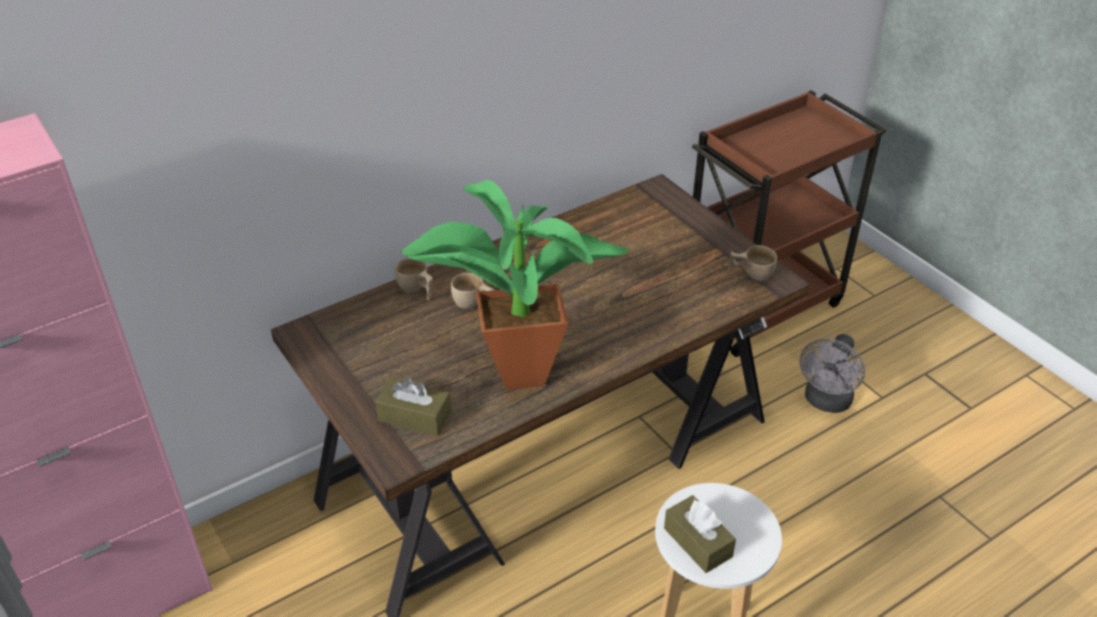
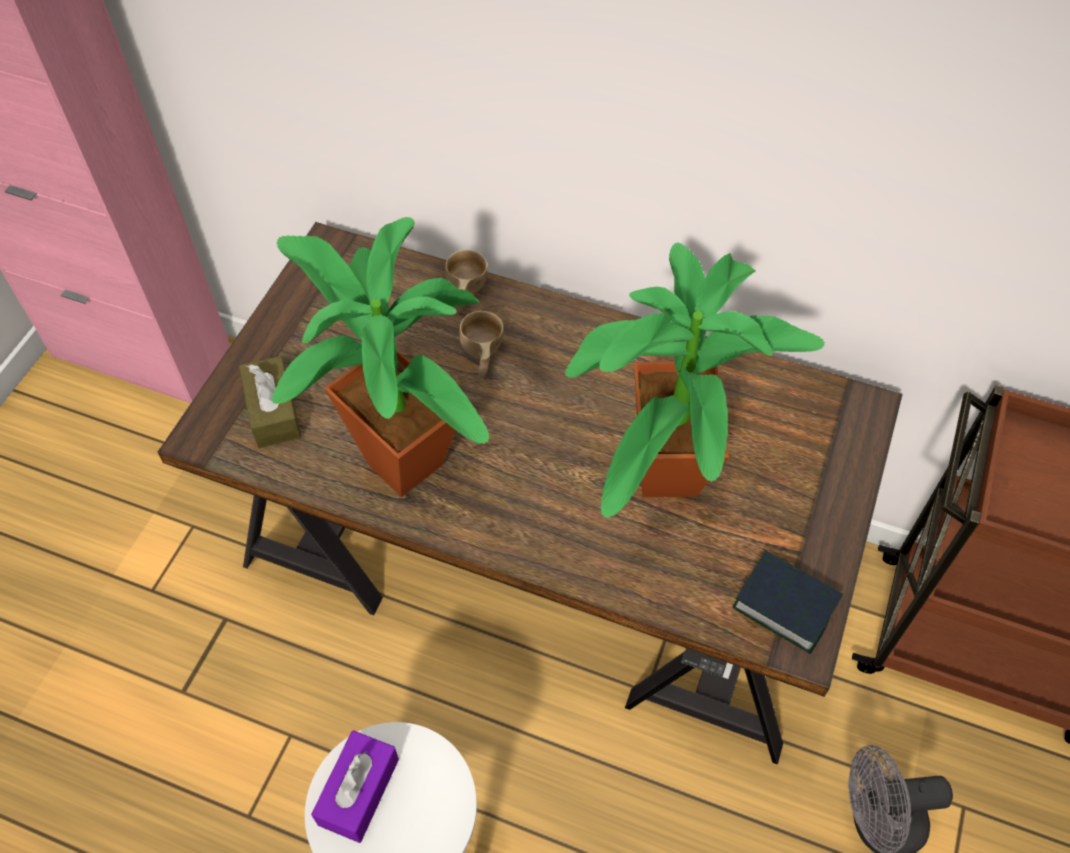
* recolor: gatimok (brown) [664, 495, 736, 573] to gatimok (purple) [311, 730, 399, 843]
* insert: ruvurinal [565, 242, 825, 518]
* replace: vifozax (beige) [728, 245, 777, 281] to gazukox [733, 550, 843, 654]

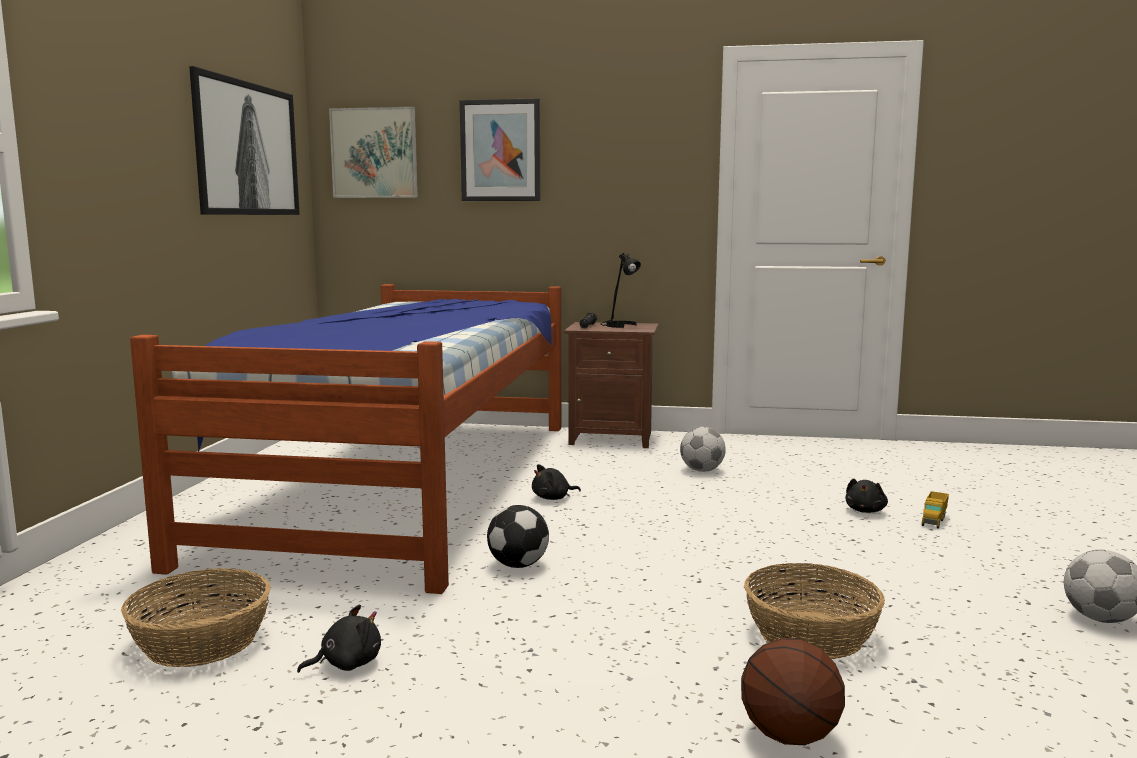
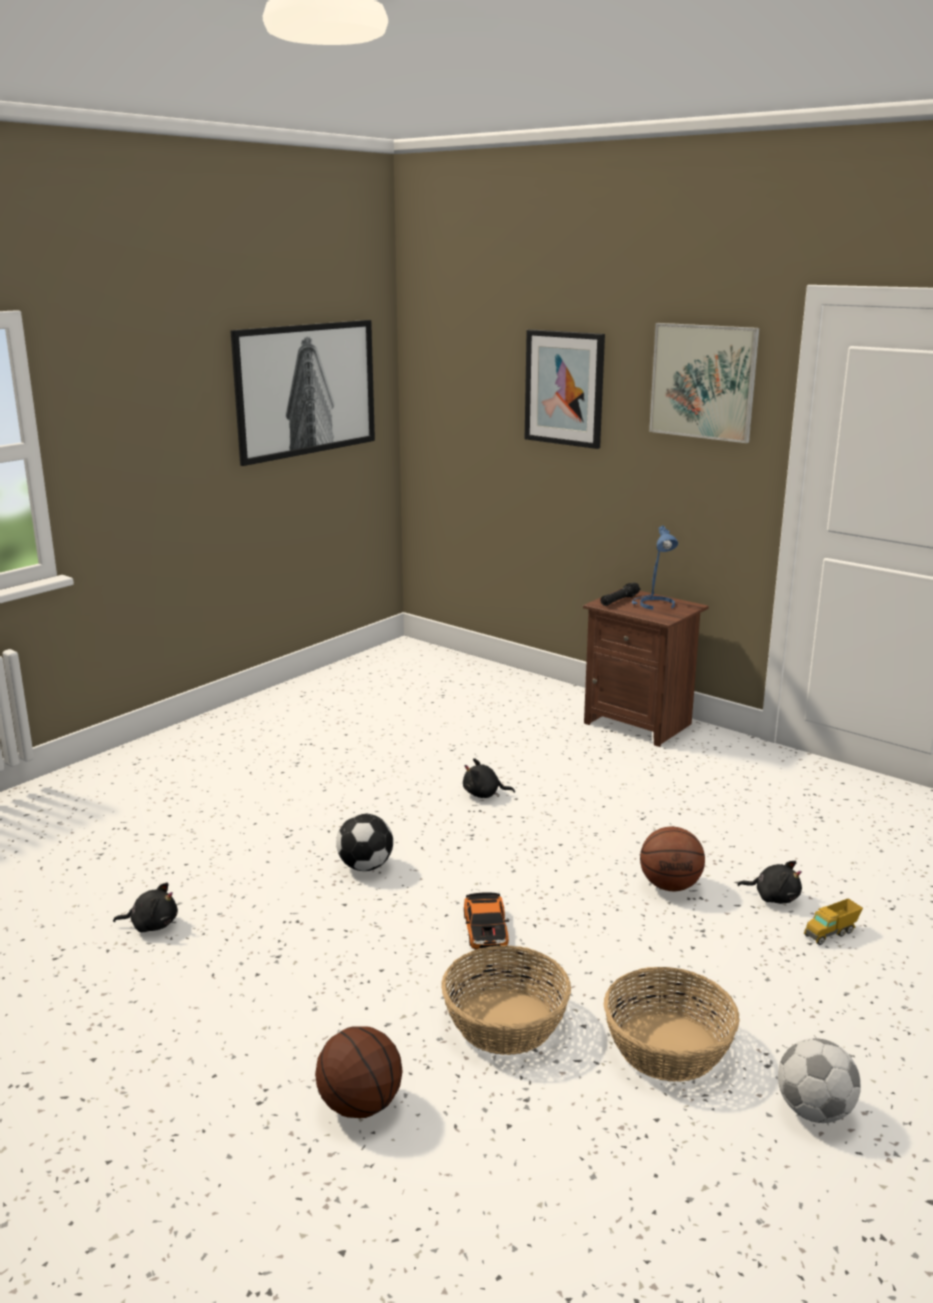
* insert: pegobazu [464, 892, 509, 952]
* move: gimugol [121, 568, 271, 667] to [603, 967, 740, 1082]
* recolor: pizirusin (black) [600, 253, 641, 328] to pizirusin (blue) [631, 525, 678, 610]
* insert: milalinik [640, 827, 705, 891]
* move: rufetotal [329, 107, 418, 198] to [649, 323, 759, 443]
* rotate: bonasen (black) [845, 478, 888, 513] = [737, 861, 802, 904] 120 degrees counterclockwise
* delete: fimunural [130, 284, 561, 594]
* delete: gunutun [680, 427, 726, 472]

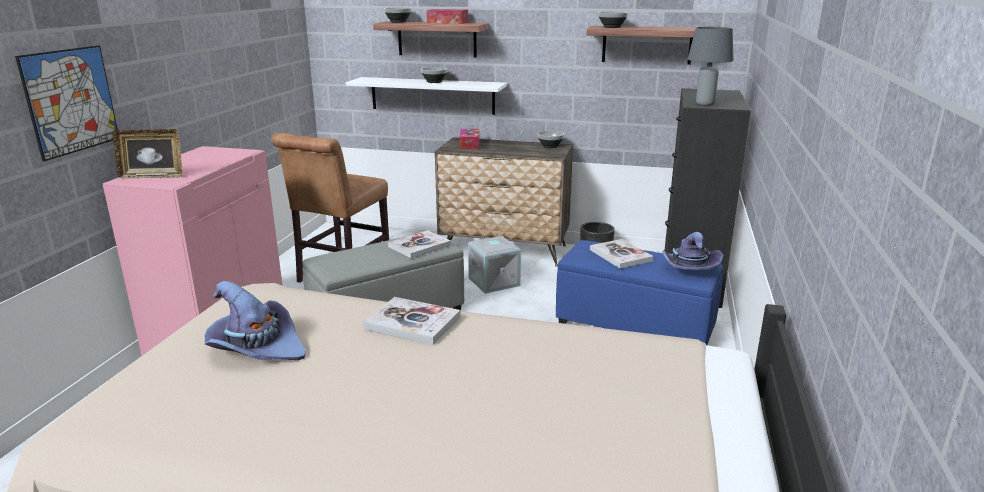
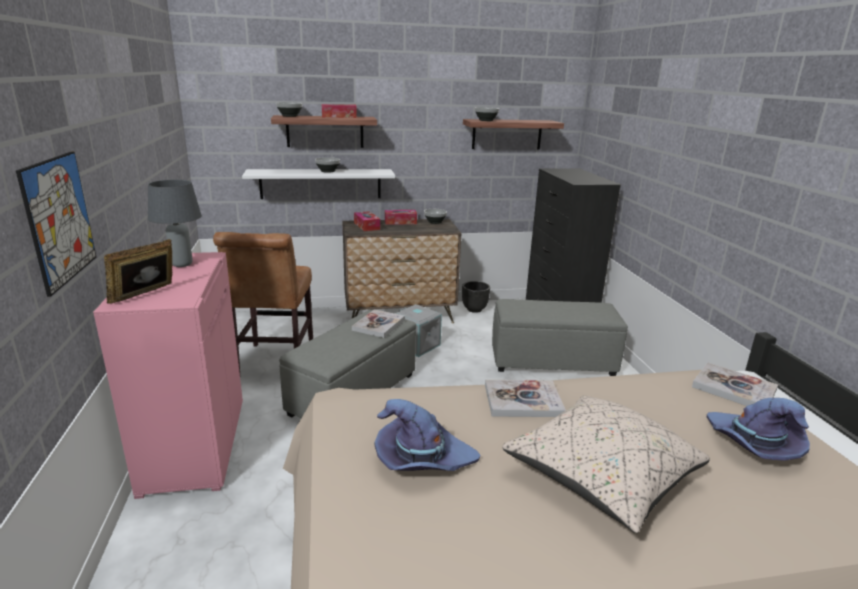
* rotate: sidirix [113, 129, 183, 179] = [104, 239, 172, 304] 150 degrees clockwise
* move: pizirusin (grey) [688, 27, 733, 106] to [148, 179, 202, 267]
* insert: gatimok [385, 210, 417, 224]
* recolor: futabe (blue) [556, 240, 723, 345] to futabe (grey) [492, 299, 628, 376]
* insert: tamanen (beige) [502, 395, 710, 533]
* move: gazukox [590, 239, 653, 268] to [692, 362, 778, 406]
* move: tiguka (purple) [663, 232, 724, 270] to [707, 398, 810, 461]

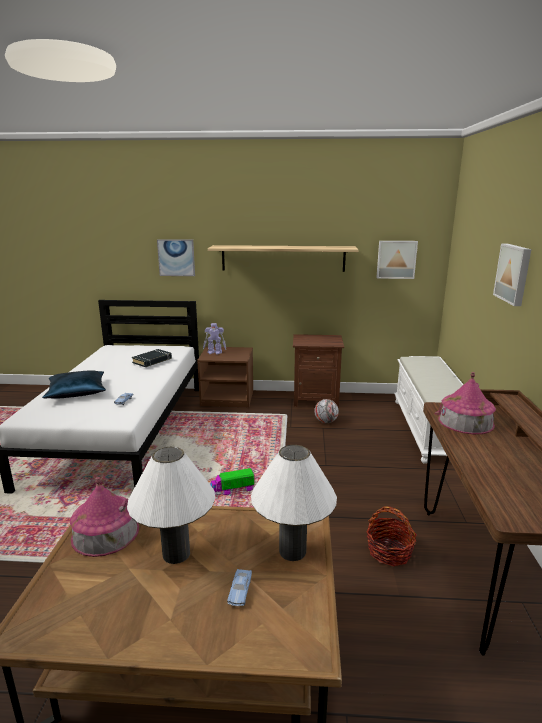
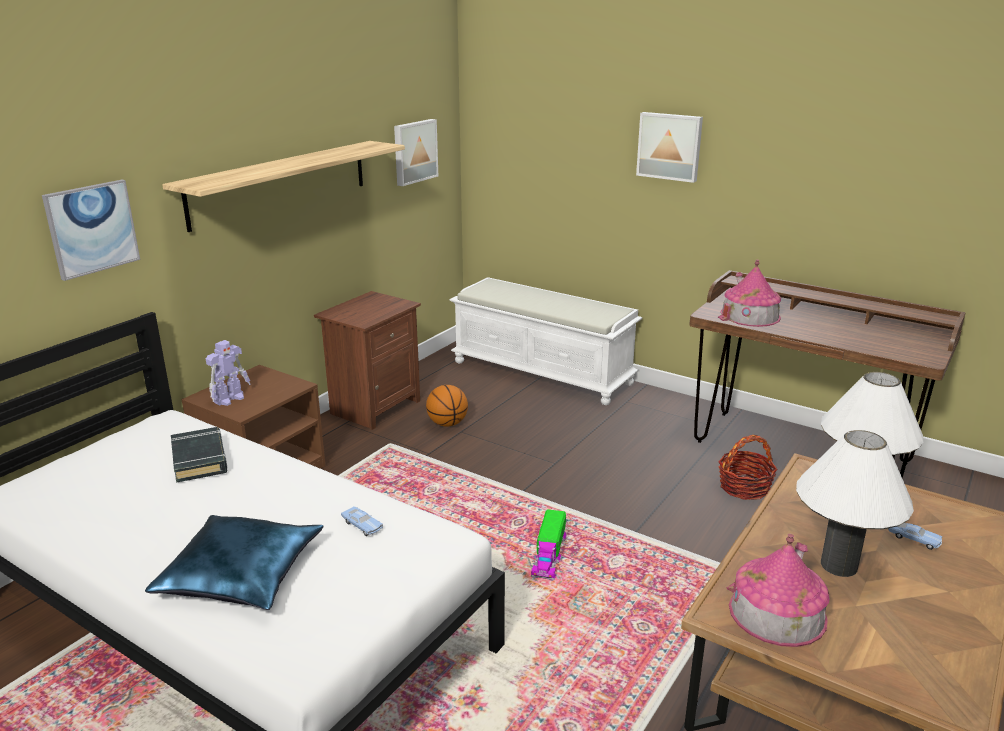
* replace: gunutun [314, 399, 339, 423] to milalinik [426, 385, 468, 427]

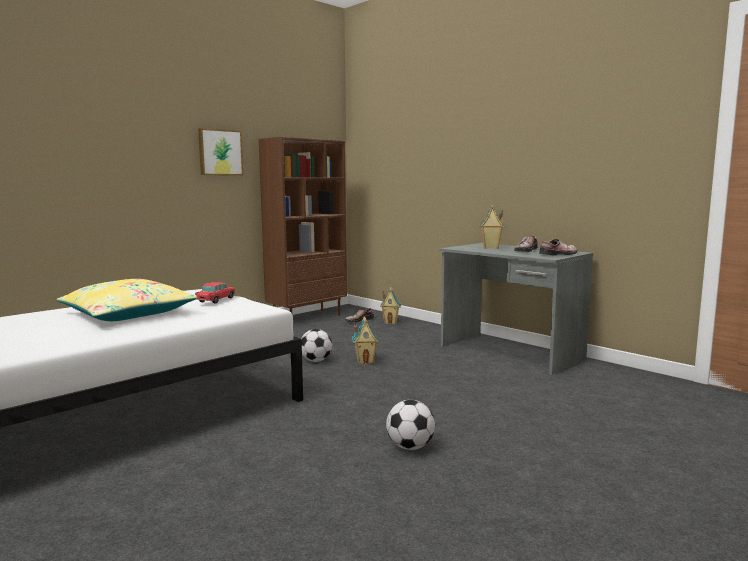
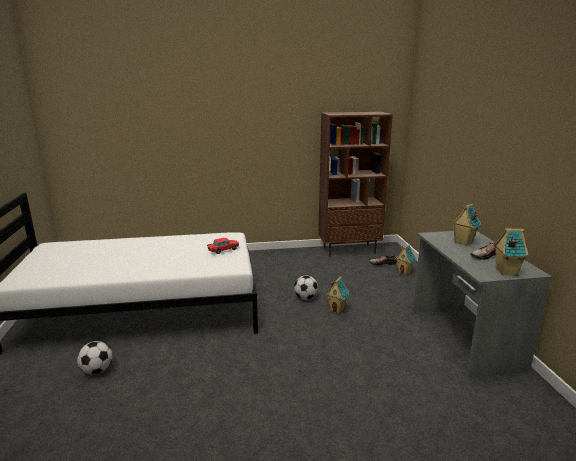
* move: gunutun [386, 400, 435, 450] to [77, 341, 112, 375]
* replace: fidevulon [539, 239, 578, 255] to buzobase [494, 228, 528, 276]
* delete: tamanen (yellow) [57, 279, 197, 321]
* delete: rufetotal [198, 128, 243, 175]

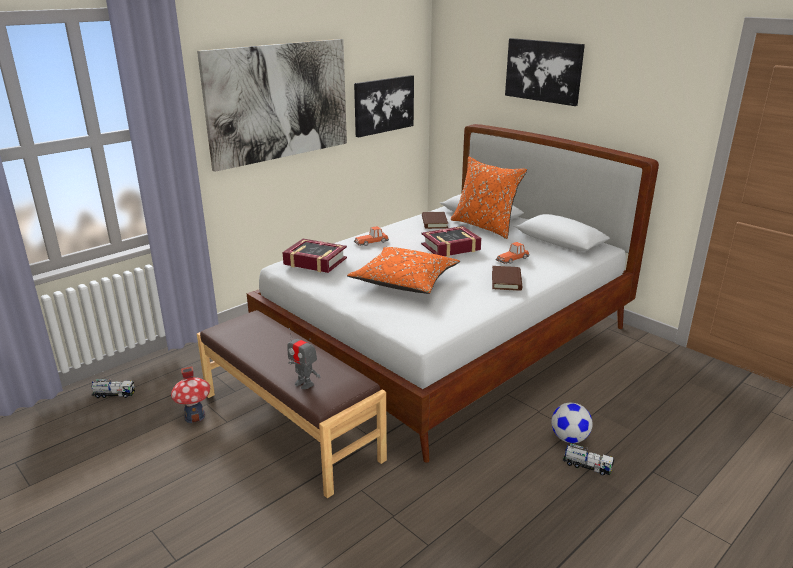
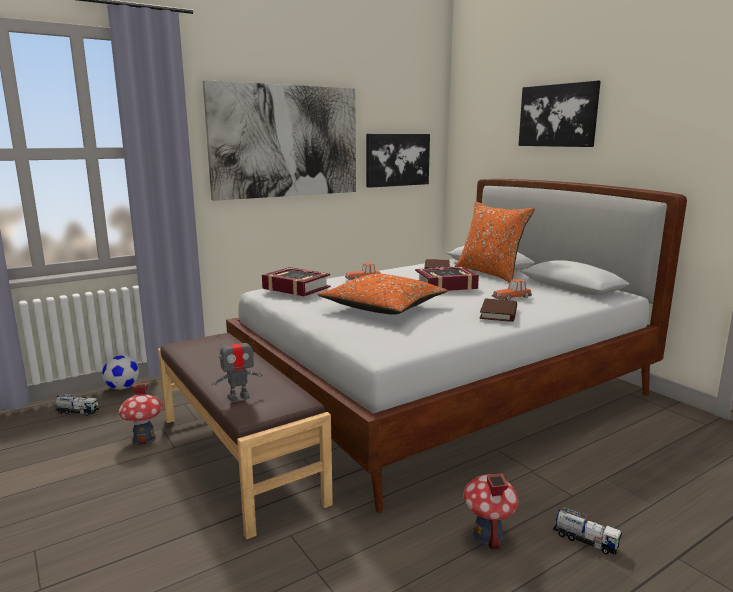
* move: gunutun [551, 403, 593, 443] to [102, 355, 139, 390]
* rotate: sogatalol [287, 328, 321, 389] = [212, 332, 262, 402] 75 degrees counterclockwise
* insert: buzobase [463, 473, 519, 549]

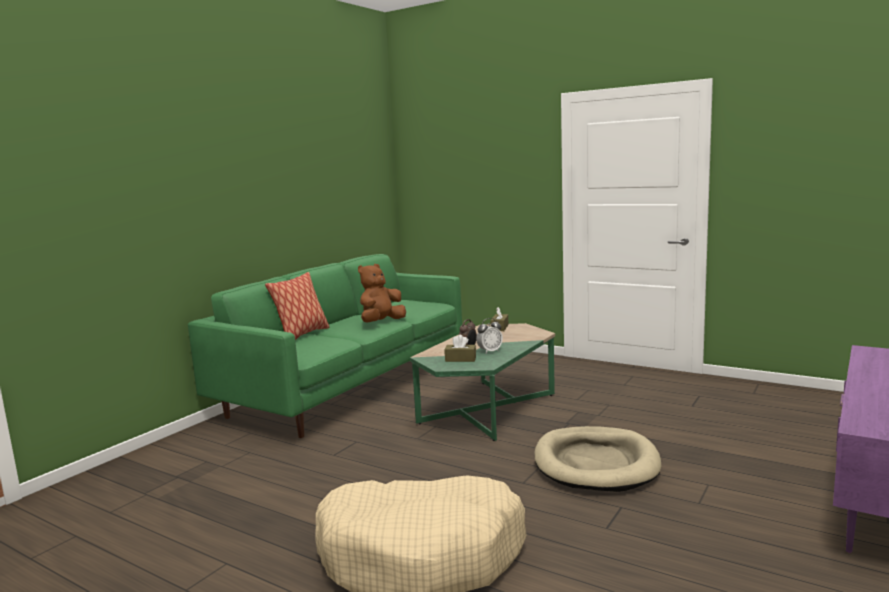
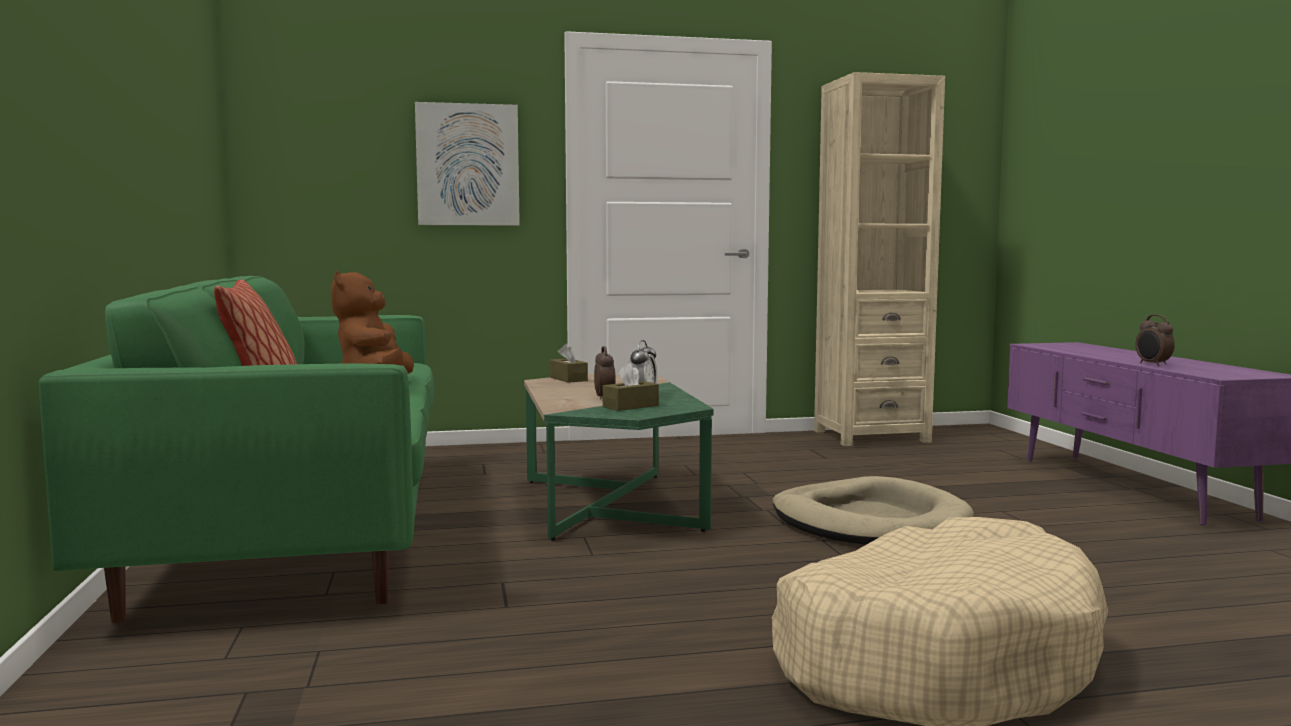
* insert: rufetotal [415, 102, 520, 226]
* insert: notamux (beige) [814, 72, 945, 446]
* insert: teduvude [1135, 315, 1175, 366]

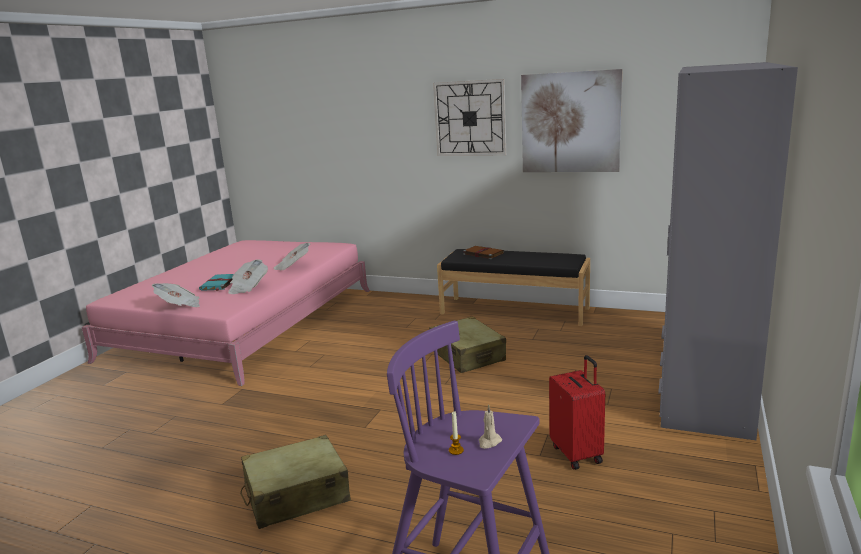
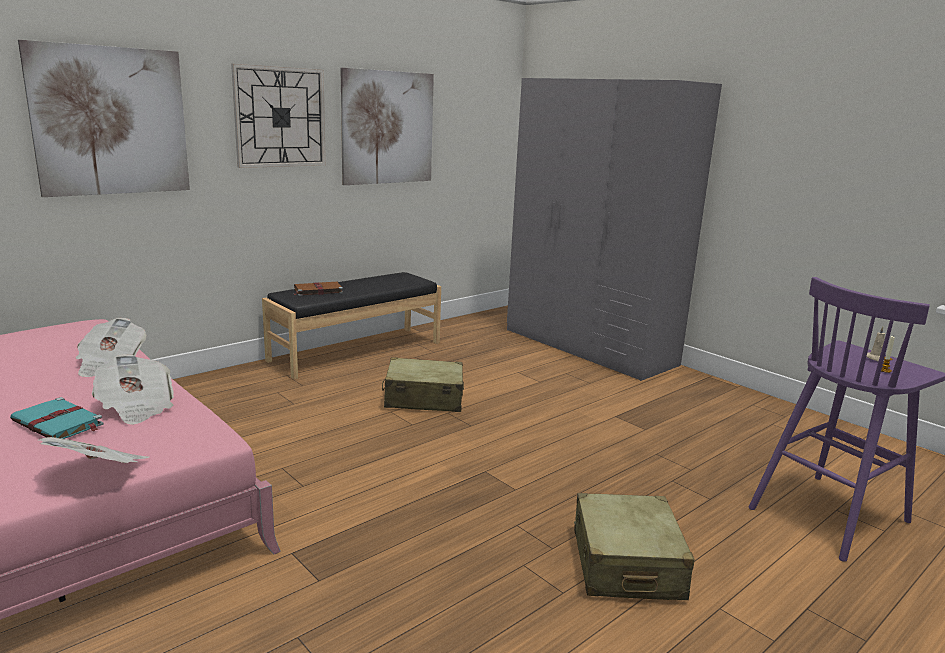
* insert: rufetotal [18, 40, 190, 197]
* delete: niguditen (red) [549, 355, 605, 470]

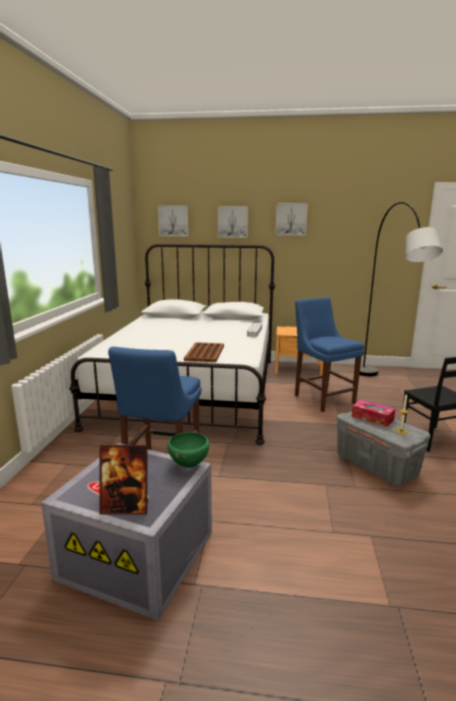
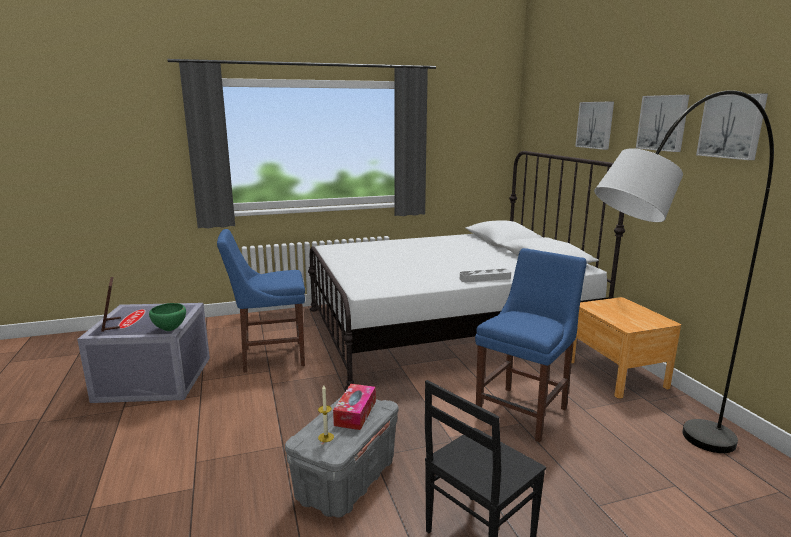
* move: rufetotal [158, 205, 188, 236] to [696, 93, 768, 160]
* delete: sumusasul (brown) [184, 342, 224, 362]

